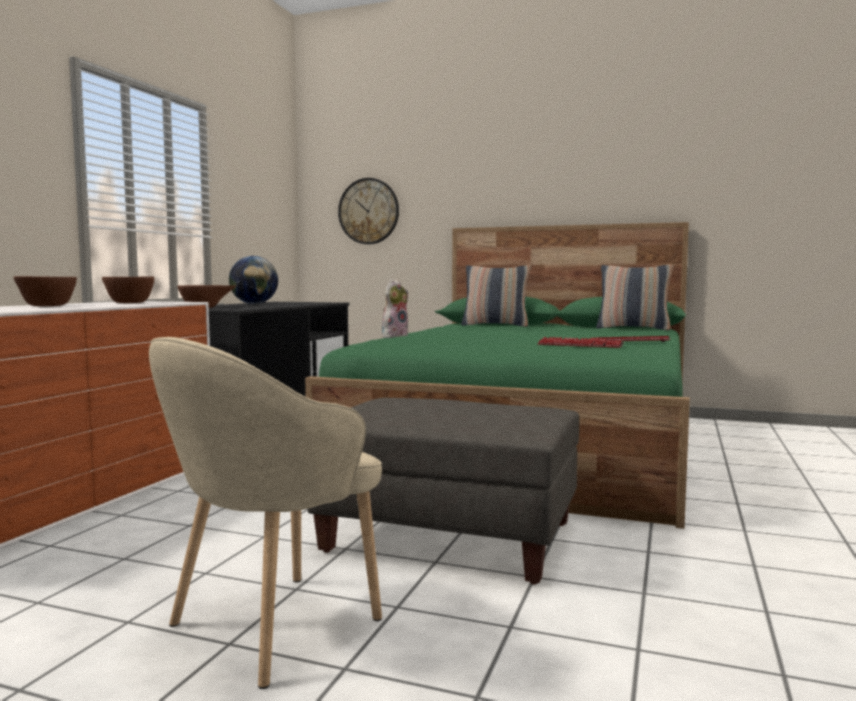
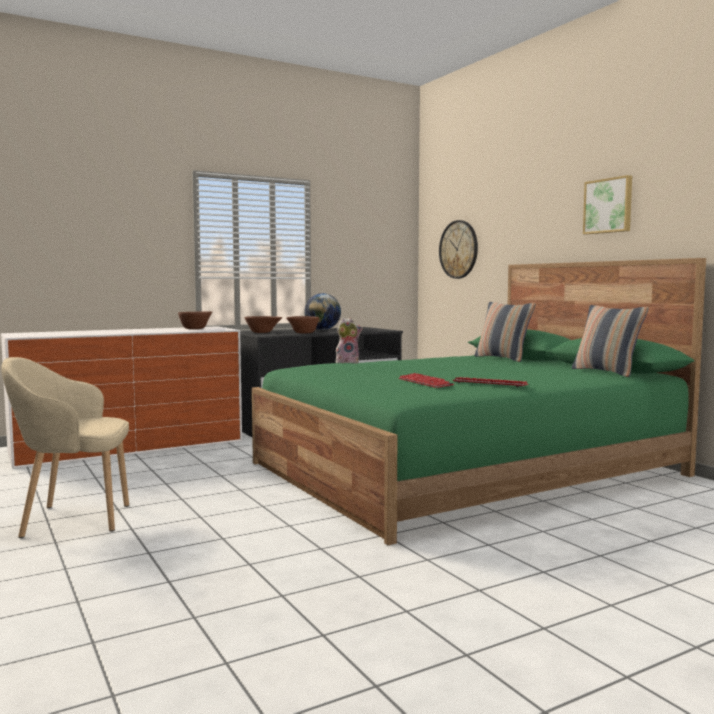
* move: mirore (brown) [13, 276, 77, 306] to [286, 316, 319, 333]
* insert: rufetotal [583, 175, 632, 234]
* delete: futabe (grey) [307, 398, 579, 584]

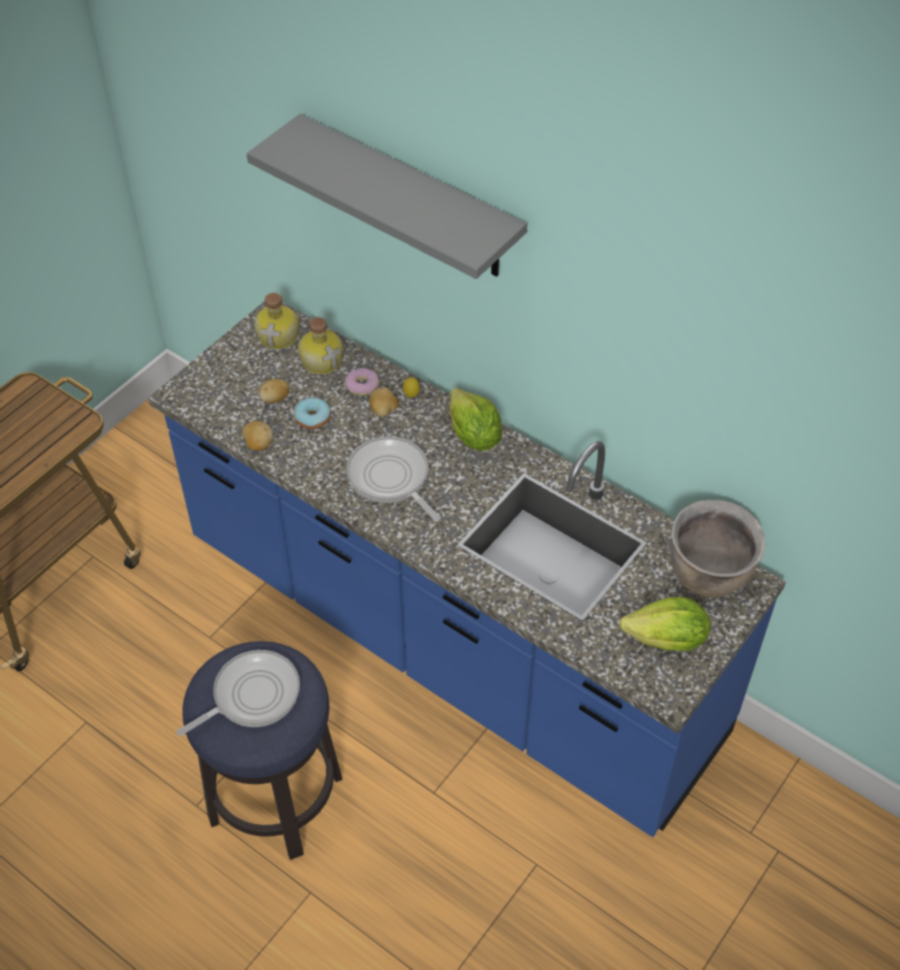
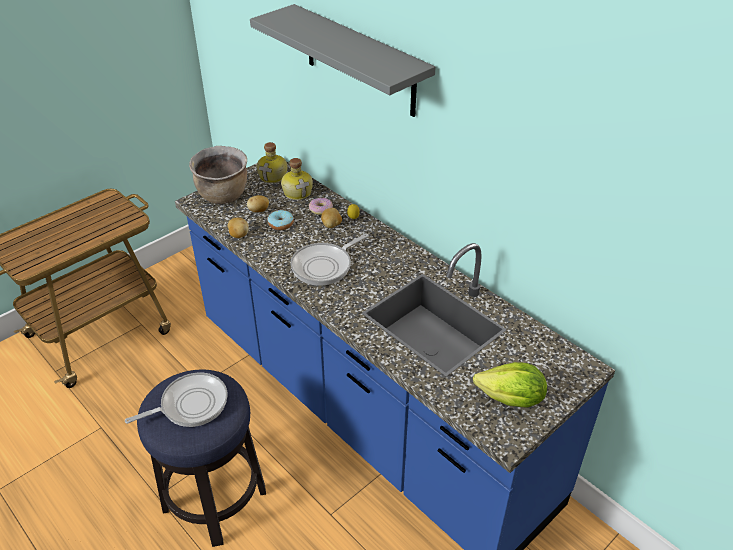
* move: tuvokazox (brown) [670, 500, 765, 598] to [189, 146, 247, 204]
* rotate: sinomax [347, 436, 441, 522] = [291, 233, 368, 286] 105 degrees counterclockwise
* delete: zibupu [450, 388, 502, 451]

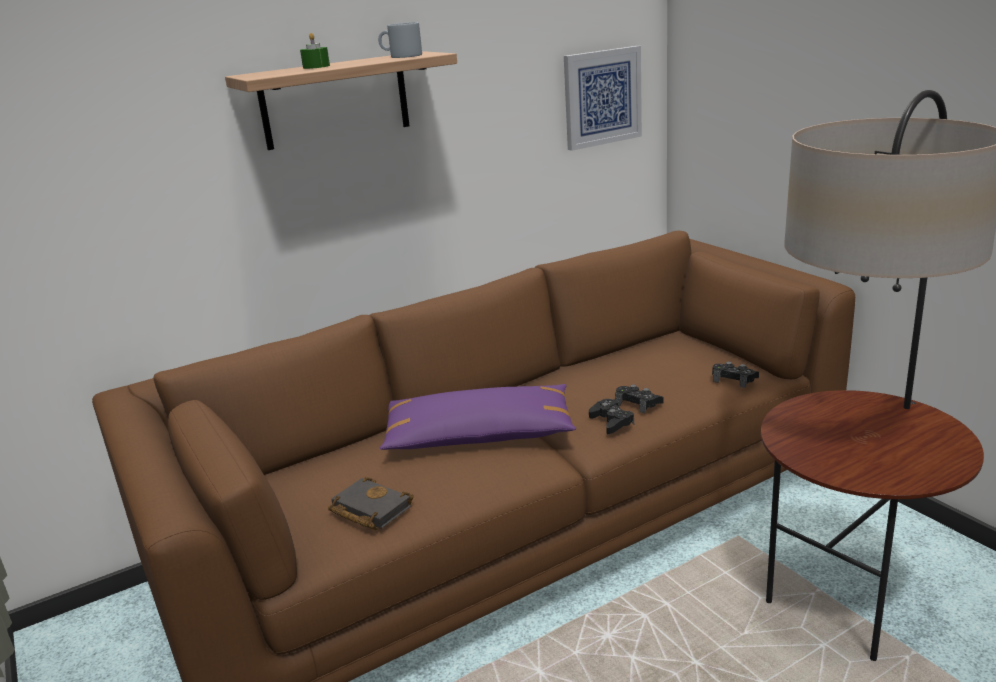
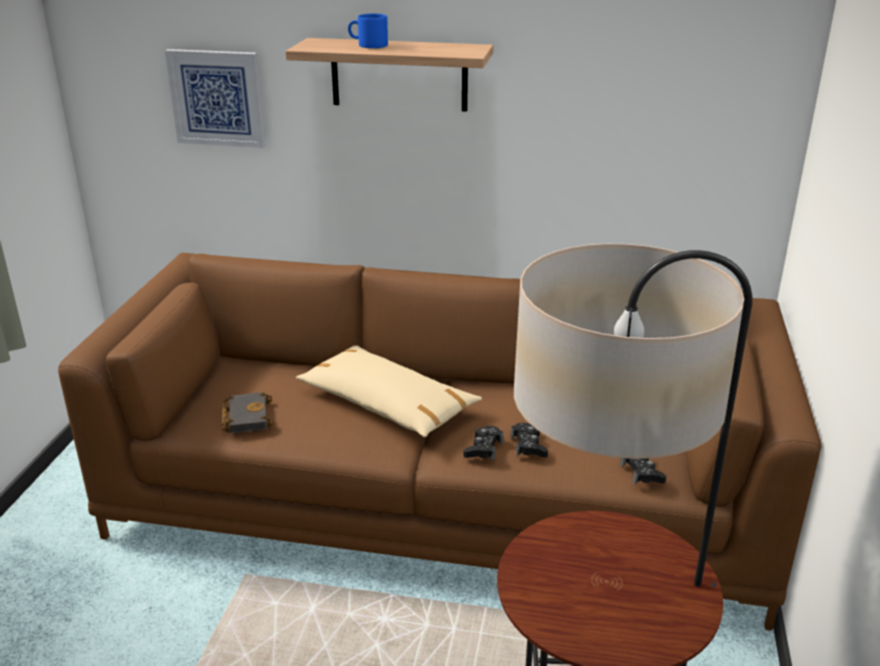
* move: rufetotal [564, 46, 642, 151] to [165, 49, 266, 148]
* recolor: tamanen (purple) [380, 384, 576, 450] to tamanen (beige) [296, 345, 482, 437]
* replace: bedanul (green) [300, 33, 330, 69] to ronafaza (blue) [348, 14, 388, 48]
* delete: ronafaza (grey) [378, 22, 422, 58]

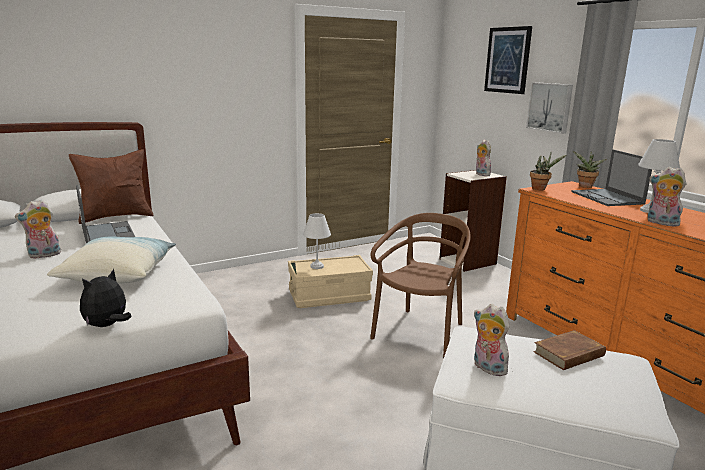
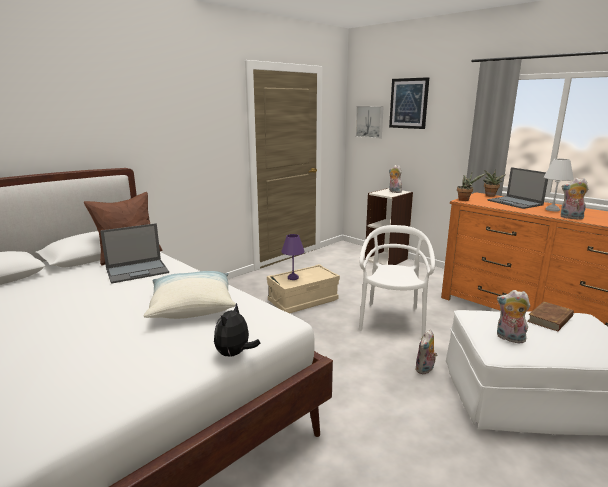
* rotate: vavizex [76, 185, 135, 244] = [100, 223, 169, 284] 105 degrees clockwise
* recolor: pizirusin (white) [303, 213, 331, 269] to pizirusin (purple) [281, 234, 305, 280]
* move: rufetotal [526, 82, 573, 134] to [355, 106, 384, 138]
* recolor: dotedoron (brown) [370, 213, 471, 359] to dotedoron (white) [359, 225, 435, 337]
* move: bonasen [15, 200, 61, 259] to [415, 329, 437, 375]

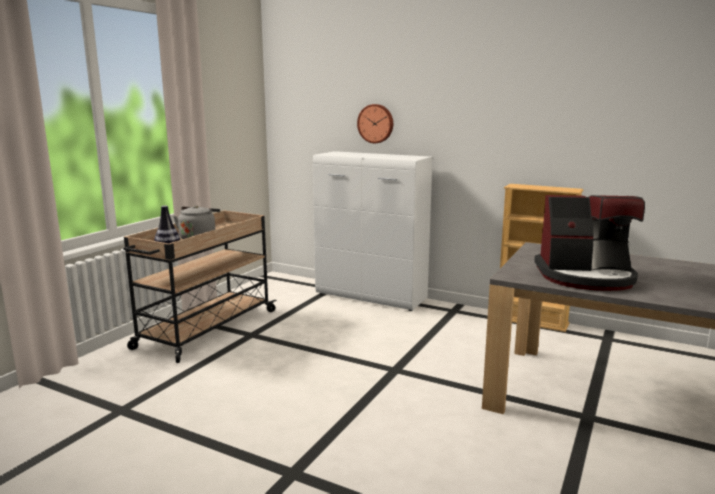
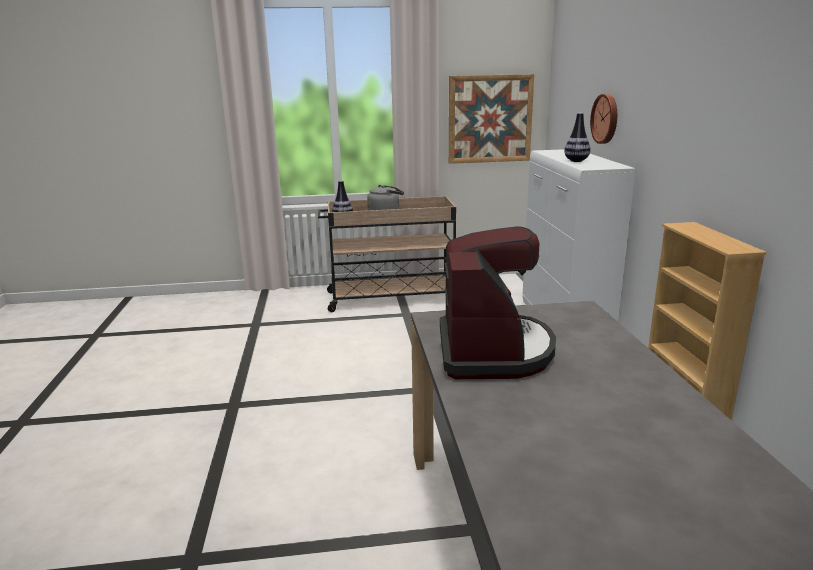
* rotate: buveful [534, 195, 645, 291] = [440, 226, 556, 379] 150 degrees counterclockwise
* insert: rufetotal [449, 74, 534, 164]
* insert: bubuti [564, 113, 591, 162]

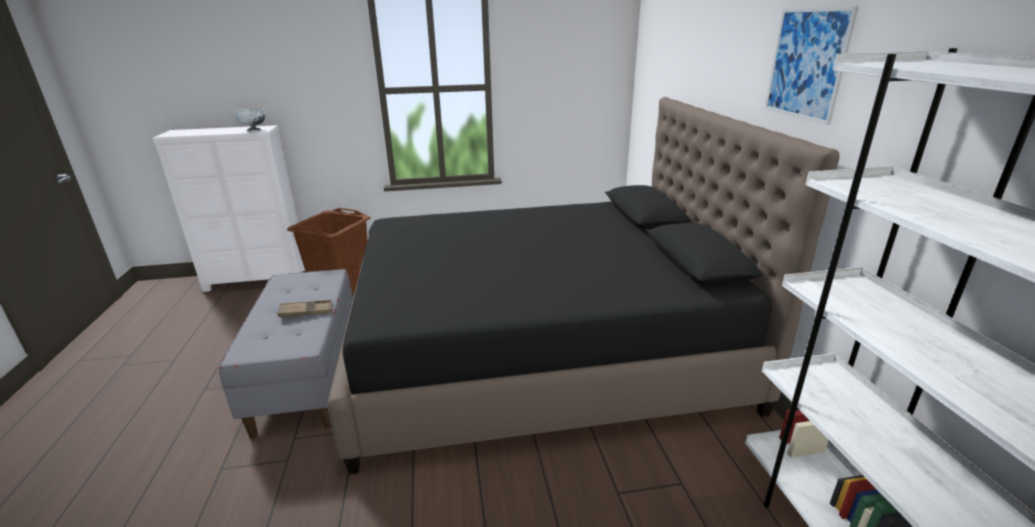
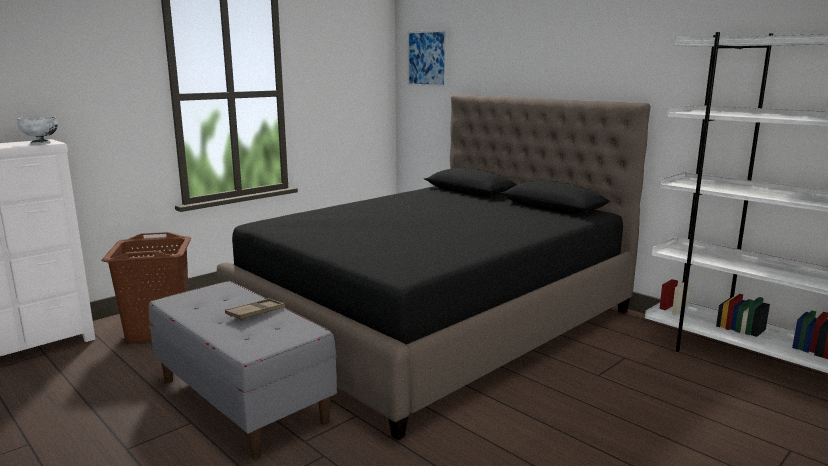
* move: rufetotal [764, 6, 859, 125] to [408, 30, 447, 87]

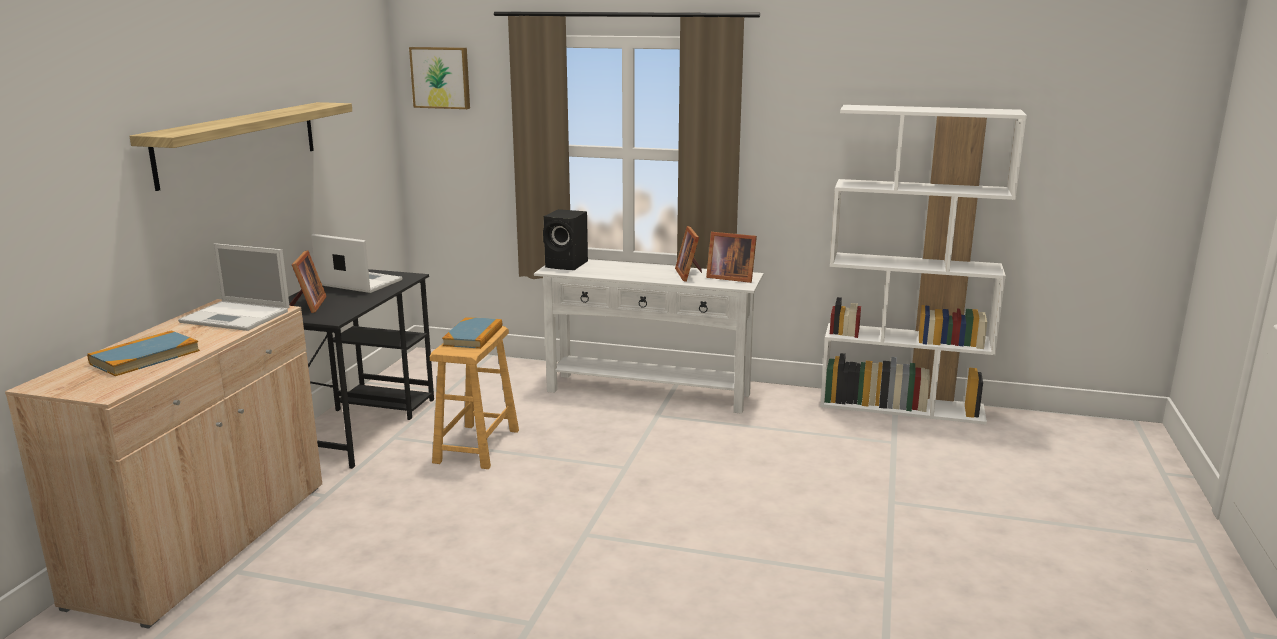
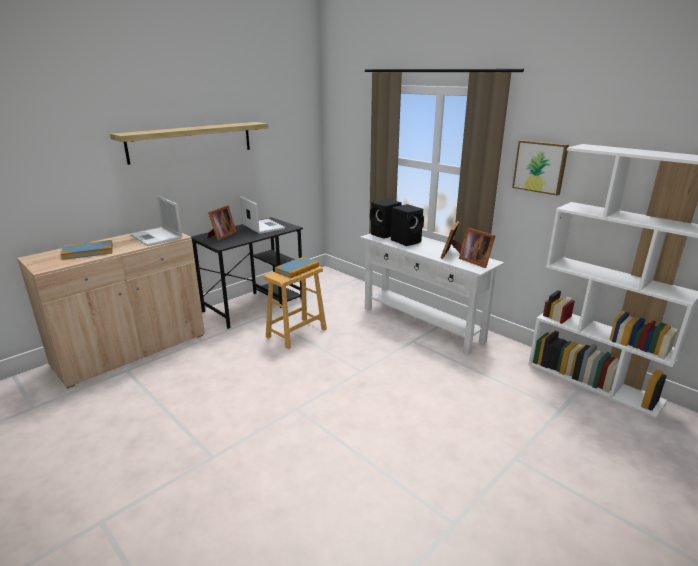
* insert: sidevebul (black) [391, 204, 424, 246]
* move: rufetotal [409, 47, 470, 109] to [512, 140, 569, 196]

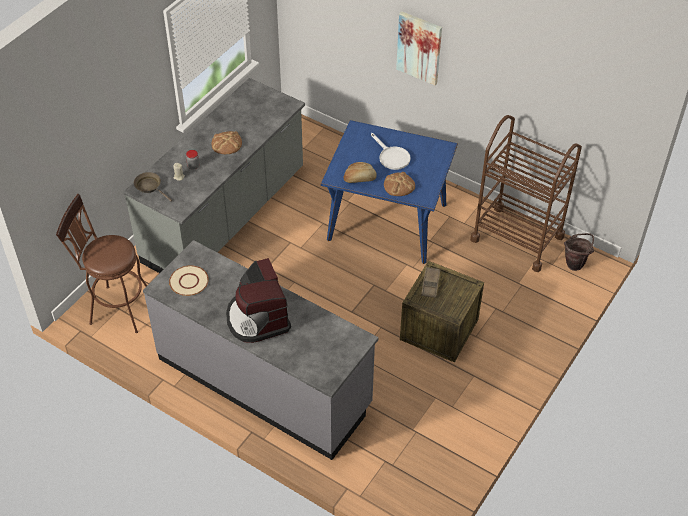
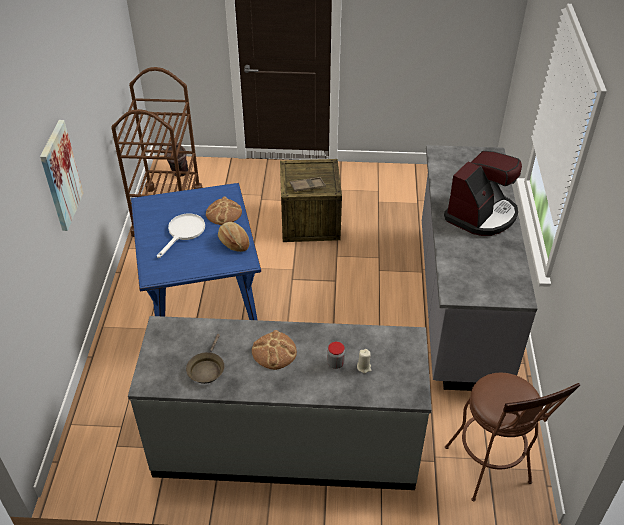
* move: sinomax (brown) [134, 172, 172, 202] to [186, 334, 224, 384]
* delete: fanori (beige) [169, 265, 209, 296]

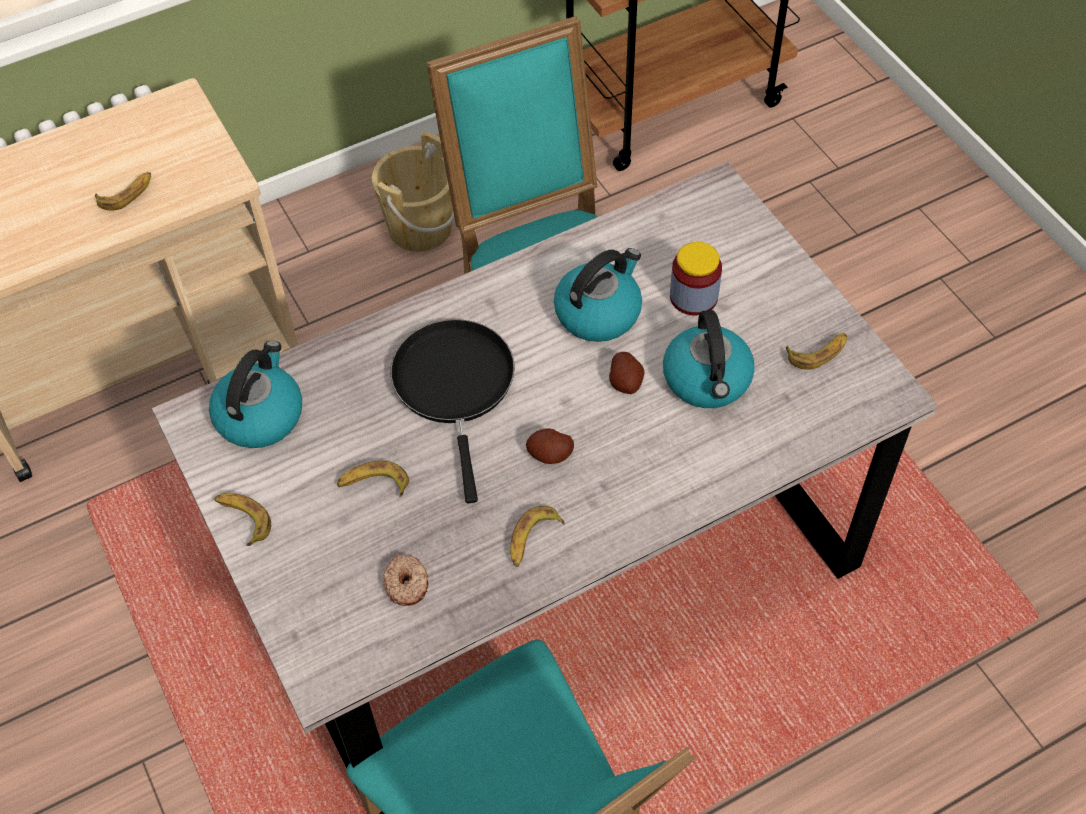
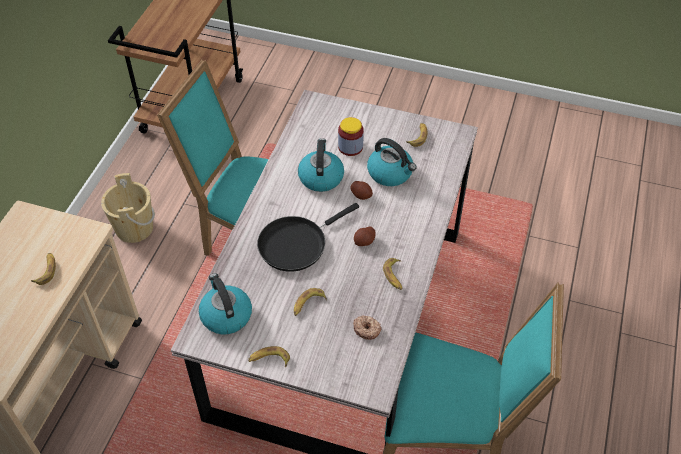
* rotate: sinomax (black) [391, 319, 515, 503] = [257, 203, 359, 272] 75 degrees counterclockwise

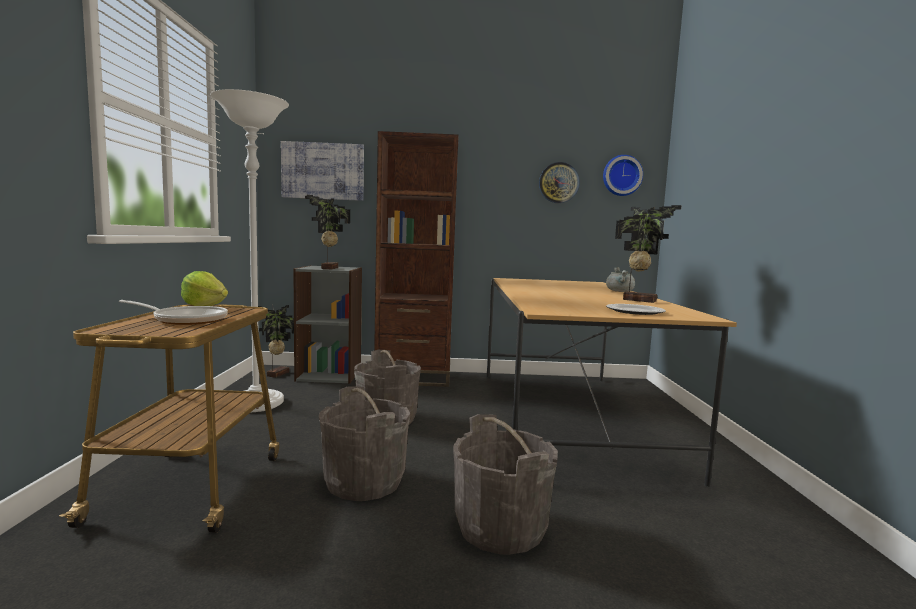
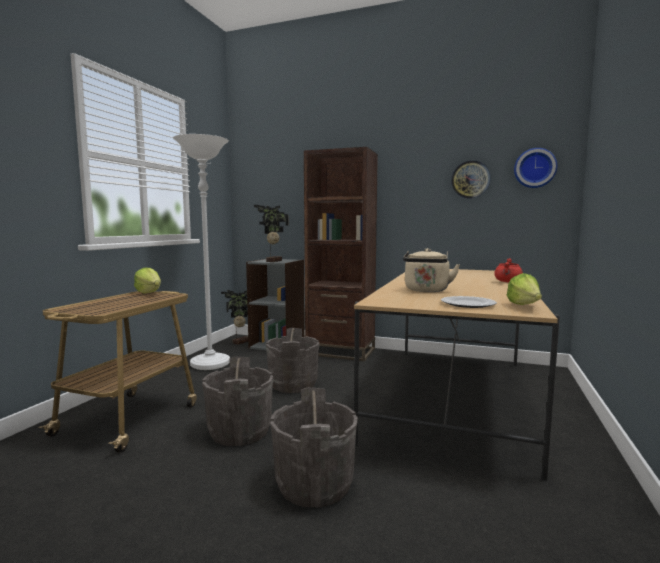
* insert: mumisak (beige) [403, 248, 460, 292]
* recolor: tuvokazox (grey) [606, 267, 635, 292] to tuvokazox (red) [494, 258, 523, 283]
* insert: zibupu [507, 273, 542, 305]
* delete: sinomax [119, 300, 228, 325]
* delete: rufetotal [281, 141, 364, 201]
* delete: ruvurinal [615, 205, 681, 303]

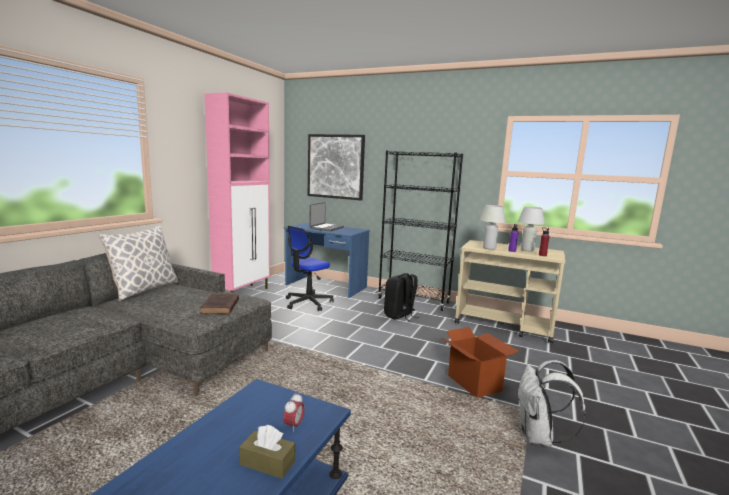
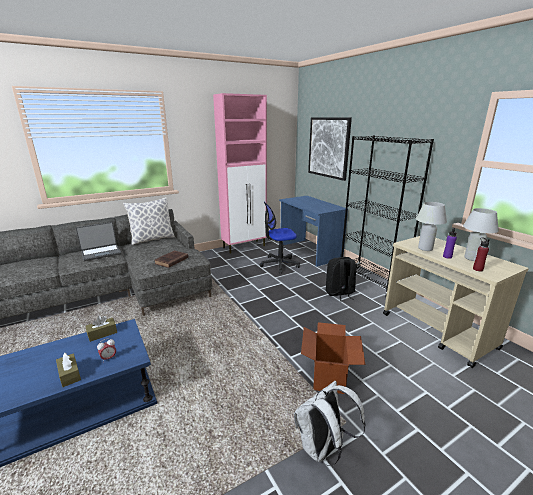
* move: vavizex [309, 202, 344, 231] to [76, 222, 121, 261]
* insert: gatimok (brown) [86, 316, 117, 342]

